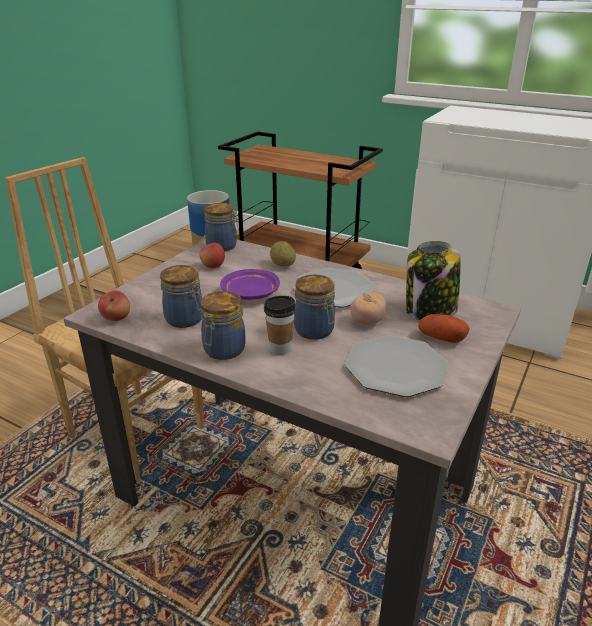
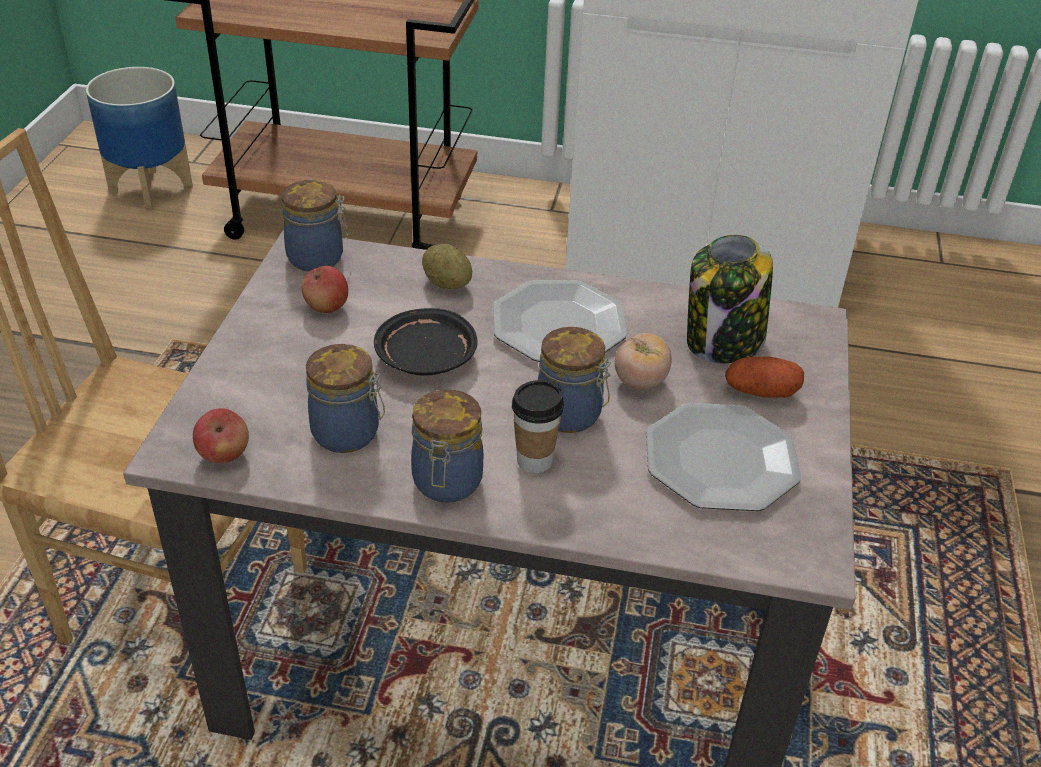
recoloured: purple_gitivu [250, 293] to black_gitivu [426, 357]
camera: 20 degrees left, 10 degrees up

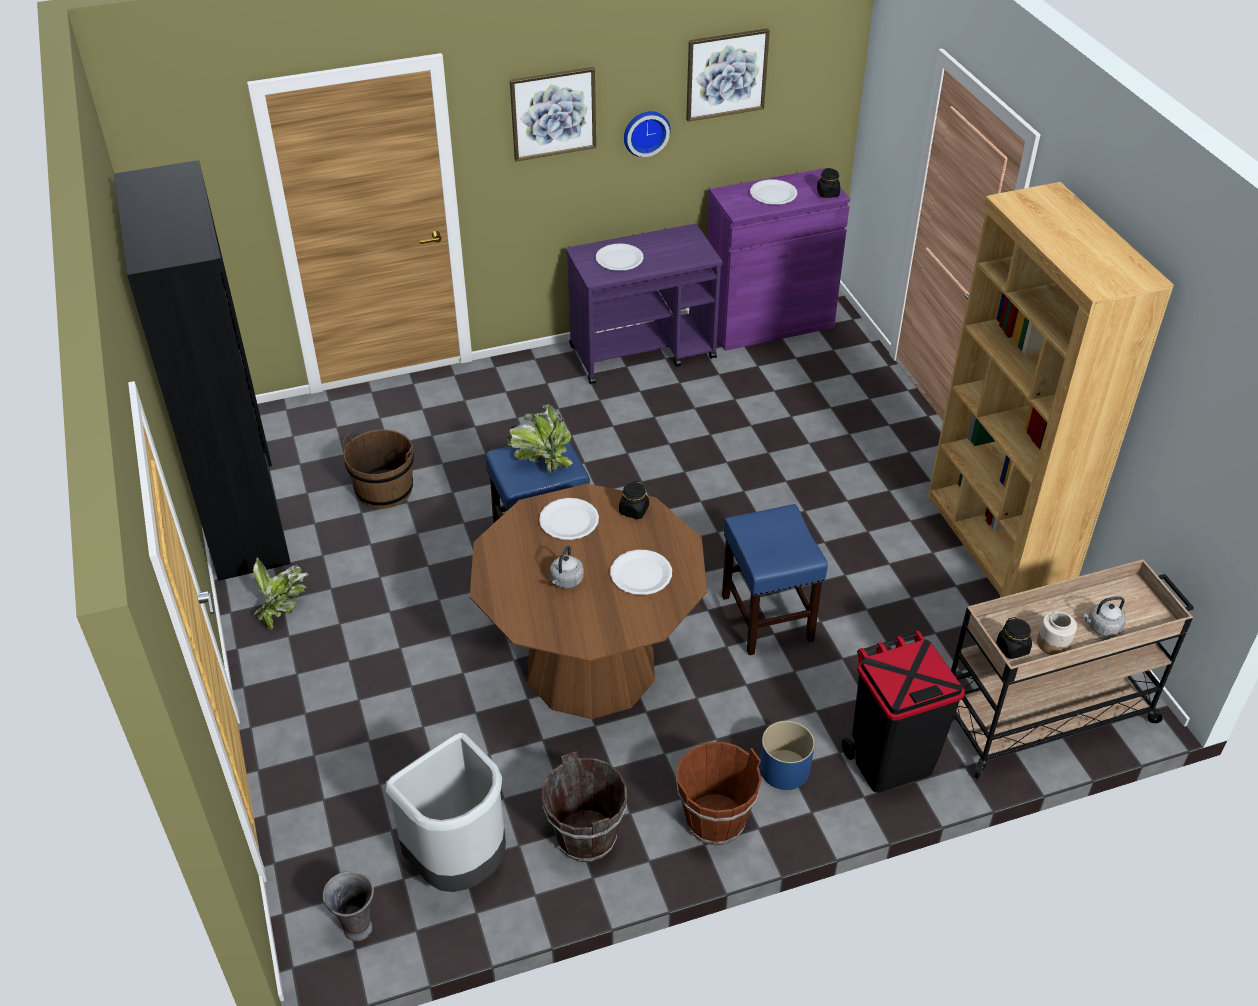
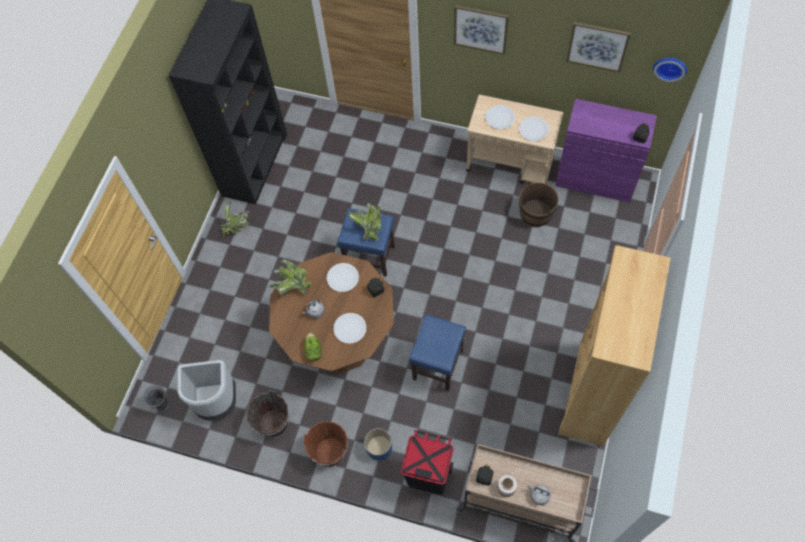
added: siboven [292, 286]; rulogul [313, 351]
moved: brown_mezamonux [384, 490] to [536, 213]; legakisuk [645, 132] to [670, 67]; white_gitivu [773, 194] to [533, 129]
recoloured: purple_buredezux [643, 352] to beige_buredezux [511, 163]
camera: 40 degrees right, 20 degrees up

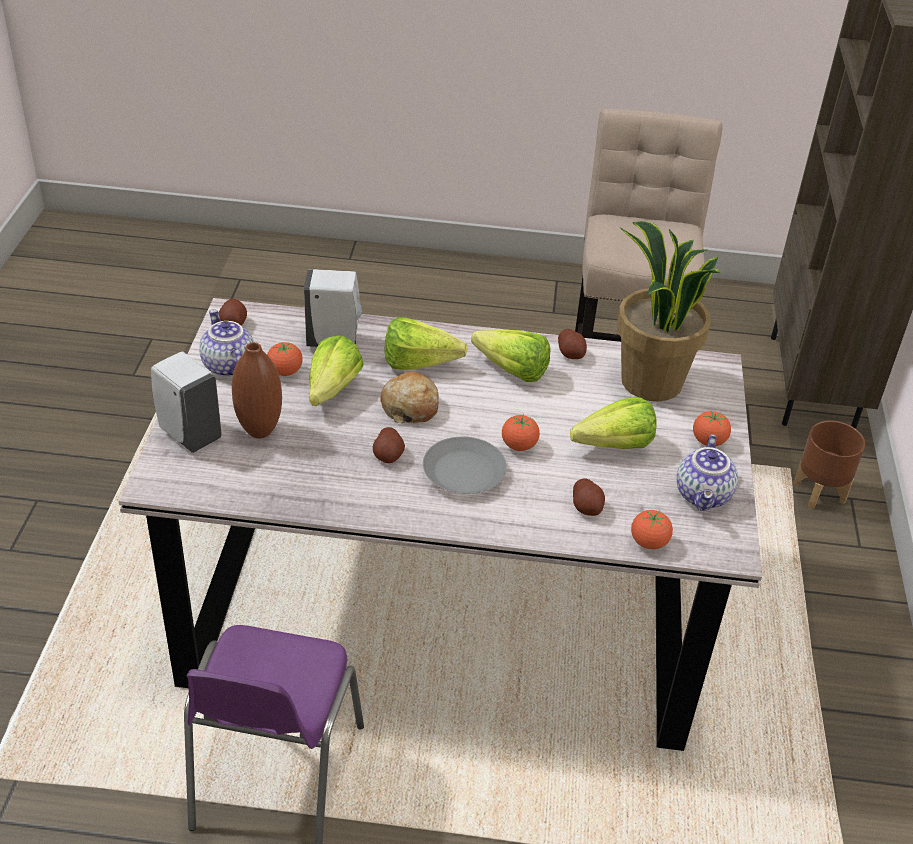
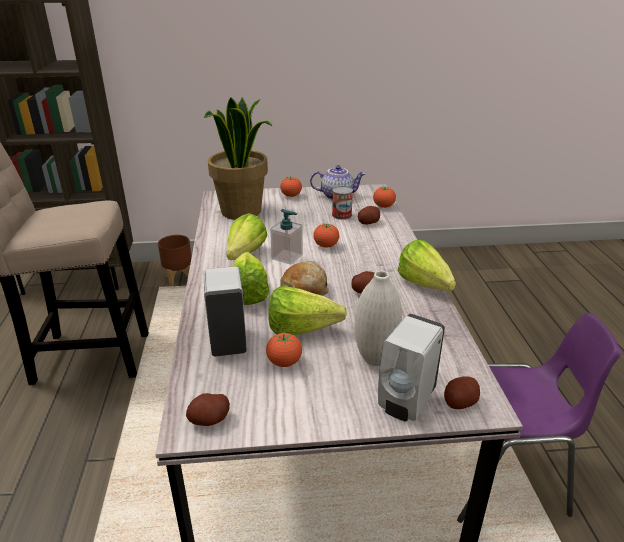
removed: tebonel [227, 365]; grey_gitivu [464, 472]
added: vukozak [287, 257]; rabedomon [341, 215]
moved: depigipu [571, 354] to [459, 402]; rulogul [607, 446] to [426, 287]
recoloured: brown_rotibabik [259, 431] to white_rotibabik [375, 359]
camera: 100 degrees left, 10 degrees down

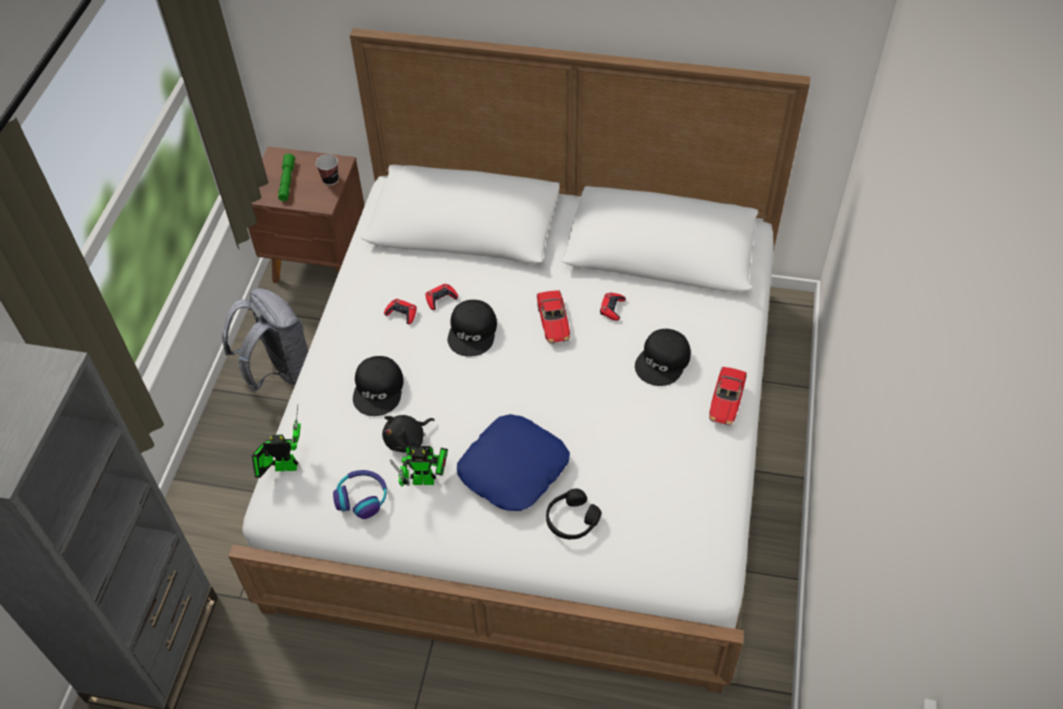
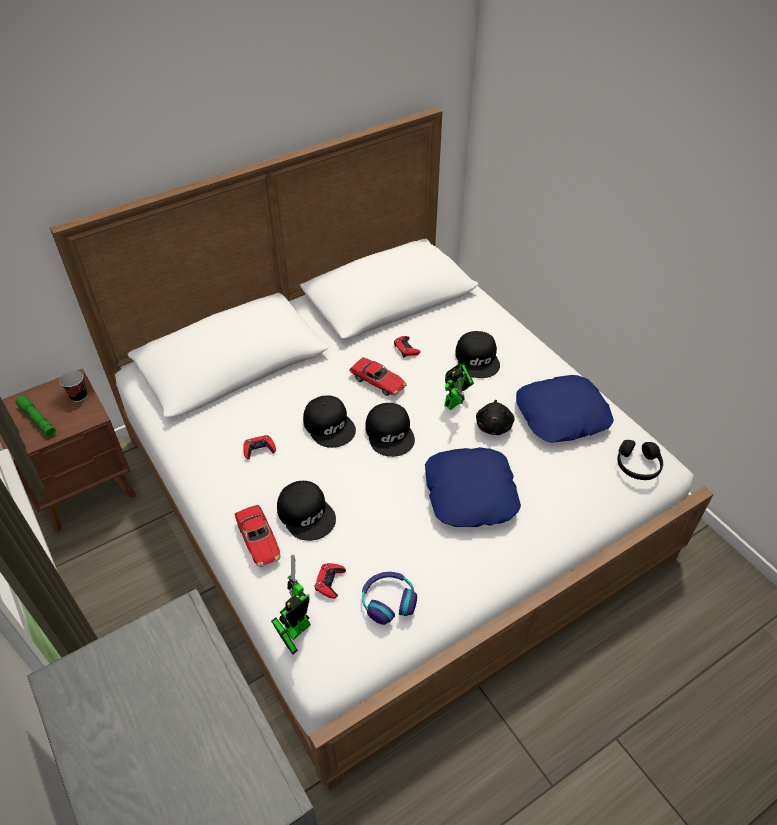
removed: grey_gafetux [278, 371]
added: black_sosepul [390, 433]; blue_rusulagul [562, 416]
moved: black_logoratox [407, 439] to [494, 425]; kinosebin [427, 480] to [456, 401]; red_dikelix [441, 299] to [330, 582]; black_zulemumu [571, 520] to [638, 465]; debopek [726, 401] to [259, 540]
camera: 45 degrees left, 5 degrees down

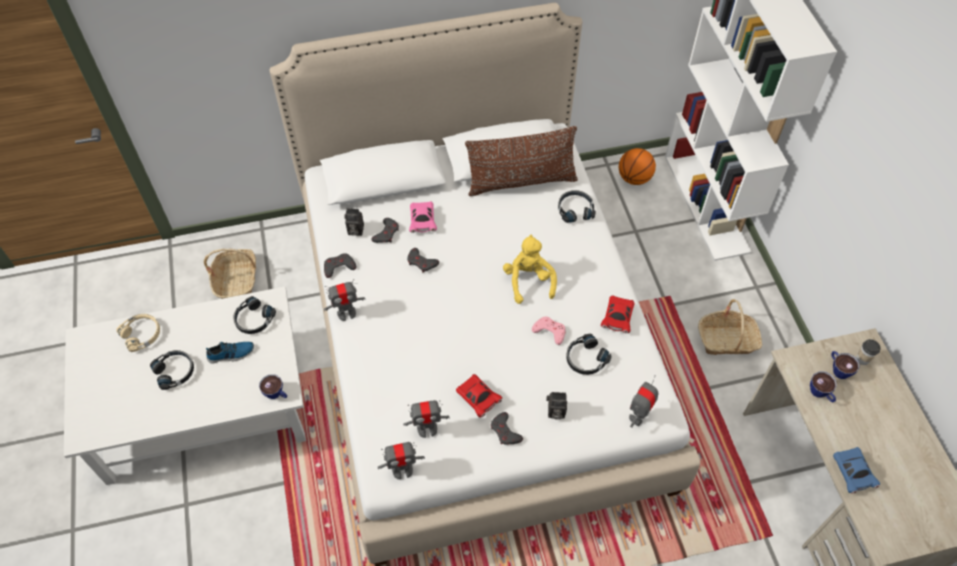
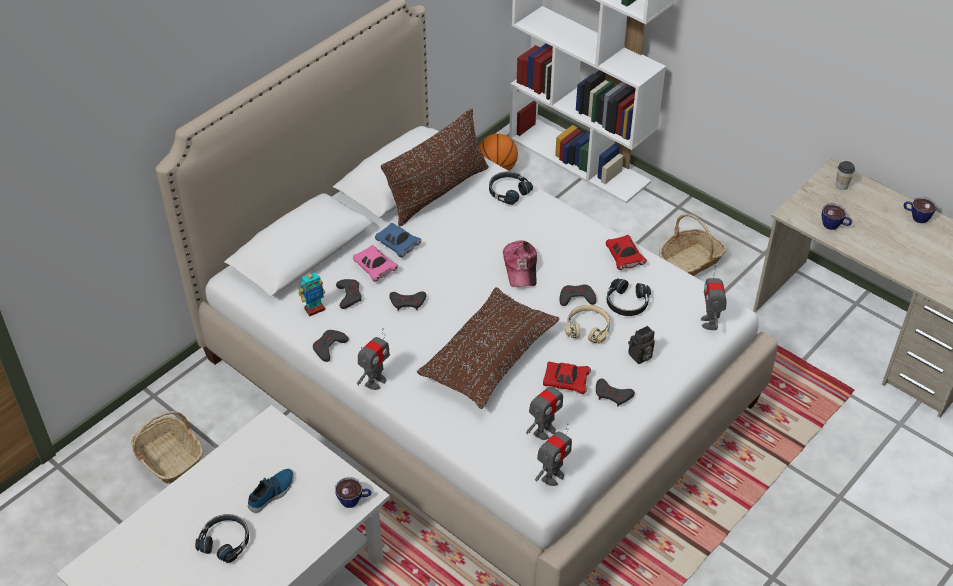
removed: black_zulemumu [254, 319]
added: brown_rusulagul [489, 357]
moved: beige_zulemumu [142, 334] to [588, 328]; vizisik [838, 369] to [916, 216]; blue_debopek [852, 473] to [397, 245]
replaced: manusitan [354, 230] to kinosebin [314, 309]; yellow_logoratox [528, 281] to sosepul [520, 268]
recoloured: pink_dikelix [549, 331] to grey_dikelix [576, 298]
camera: 35 degrees left, 10 degrees down

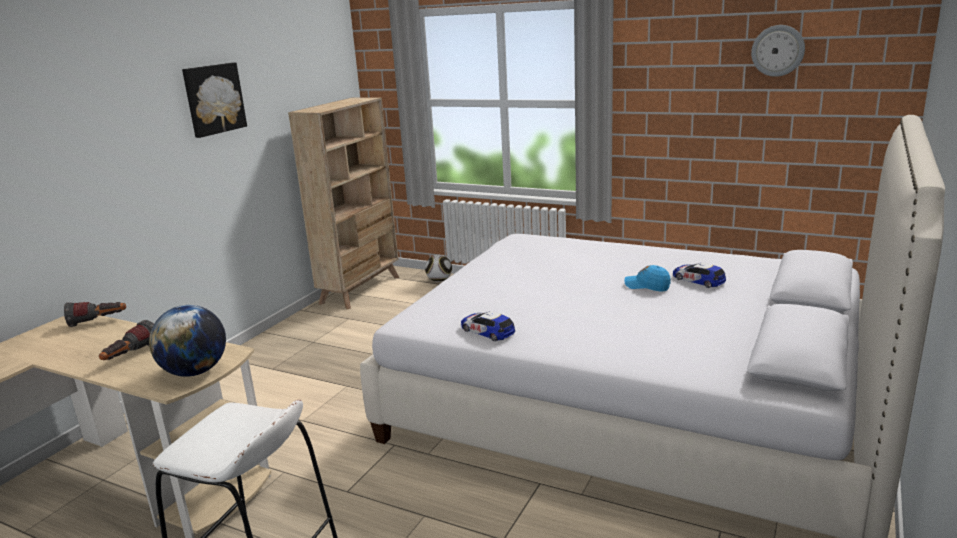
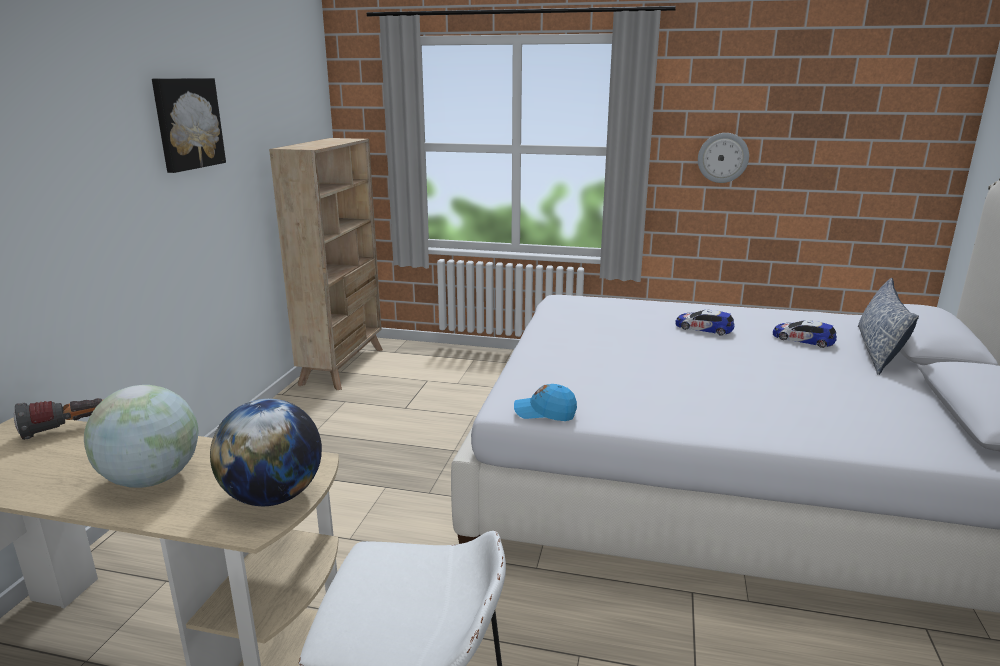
removed: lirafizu [439, 280]
added: rusulagul [877, 350]
moved: debopek [487, 331] to [703, 328]; blue_sosepul [647, 286] to [545, 413]; legakisuk [777, 50] to [723, 157]
replaced: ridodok [130, 356] to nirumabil [151, 479]
camera: 15 degrees left, 0 degrees up

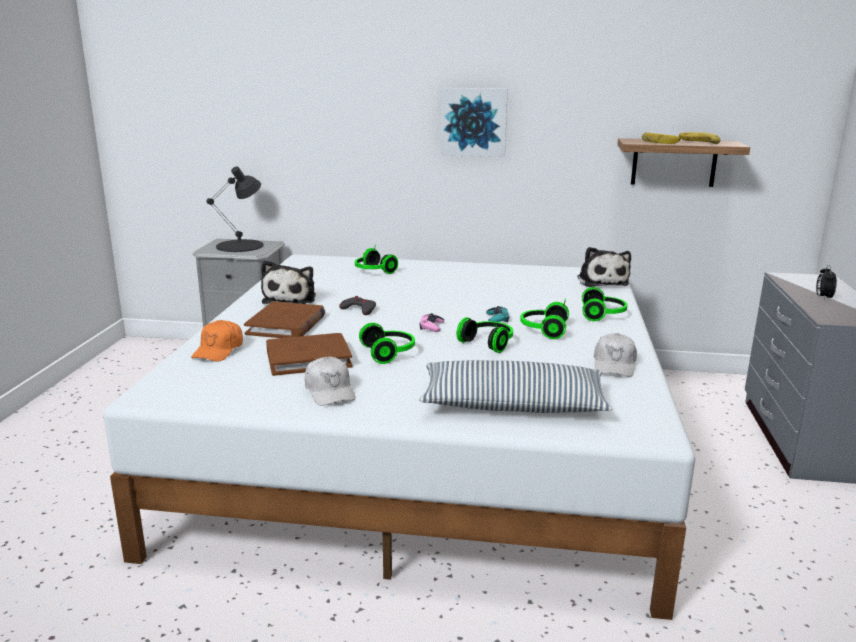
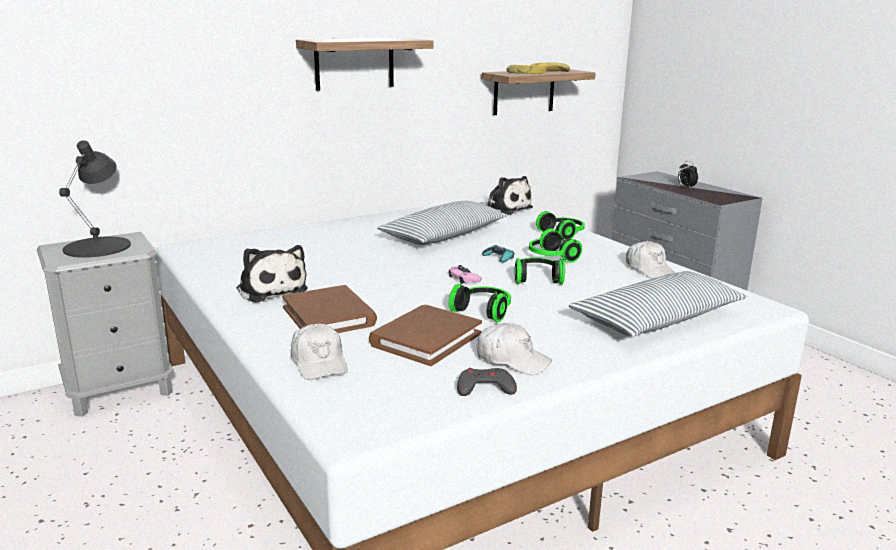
removed: zulemumu [373, 271]
added: rusulagul [444, 236]
moved: grey_dikelix [359, 309] to [485, 388]
replaced: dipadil [473, 122] to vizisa [354, 63]
recoloured: orange_sosepul [219, 350] to white_sosepul [319, 362]
camera: 40 degrees left, 0 degrees up

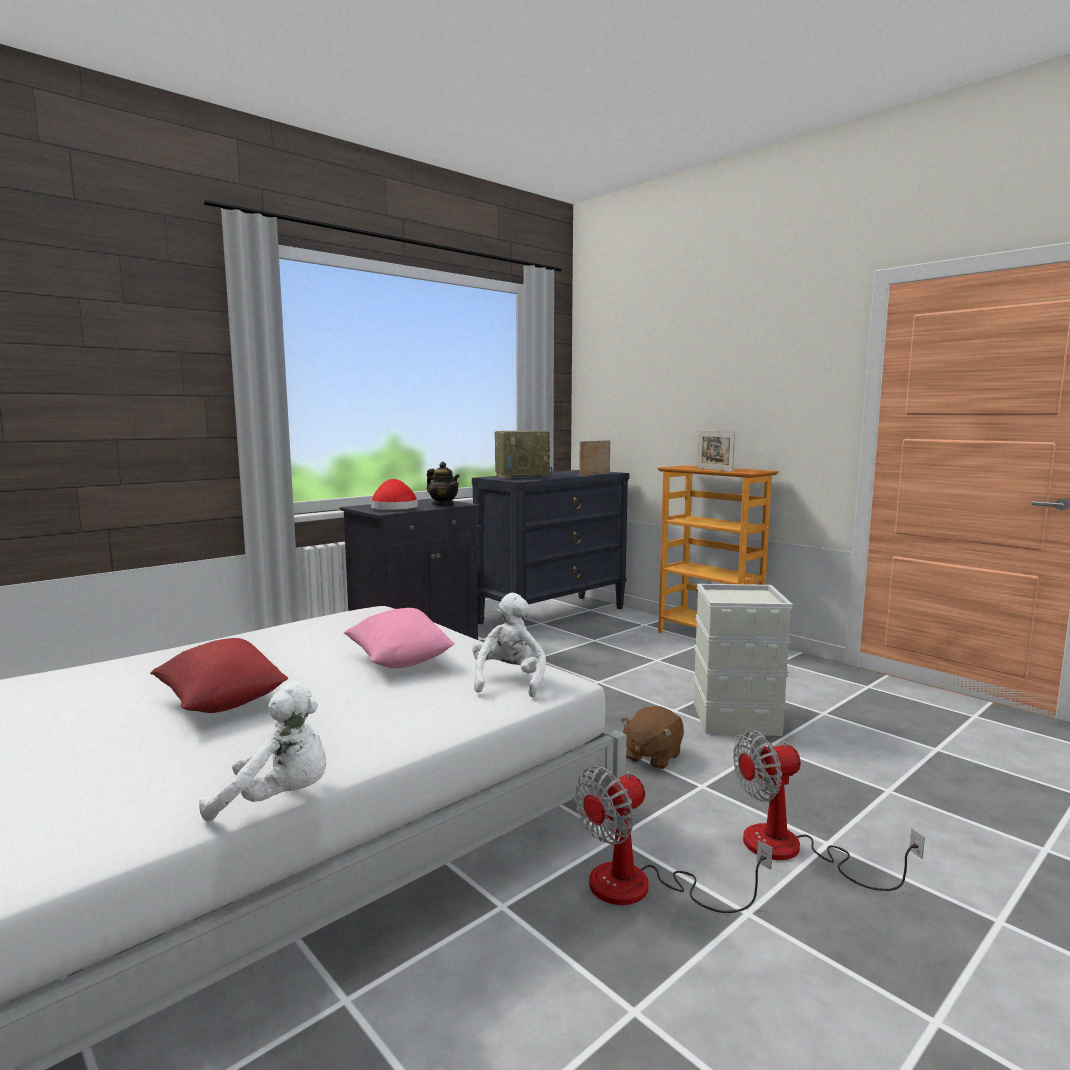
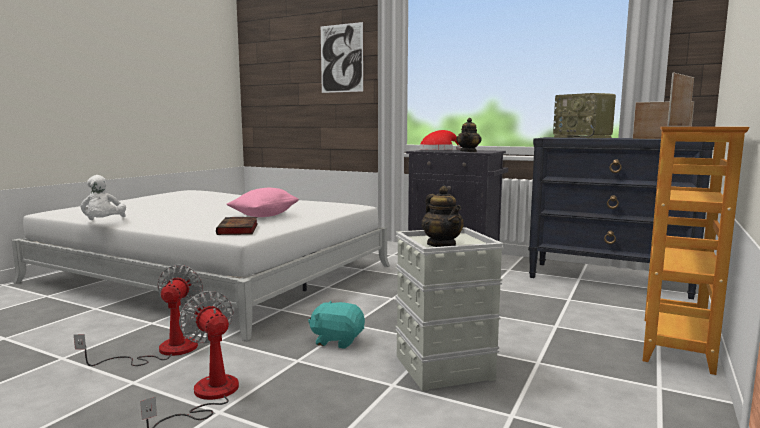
removed: red_rusulagul [221, 702]
added: dipadil [341, 58]; tebonel [442, 245]
replaced: white_logoratox [509, 681] to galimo [238, 230]
recoloured: brown_logoratox [652, 756] to turquoise_logoratox [337, 340]
turned: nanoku [642, 888] = [163, 351] 60 degrees clockwise
camera: 70 degrees right, 0 degrees up

